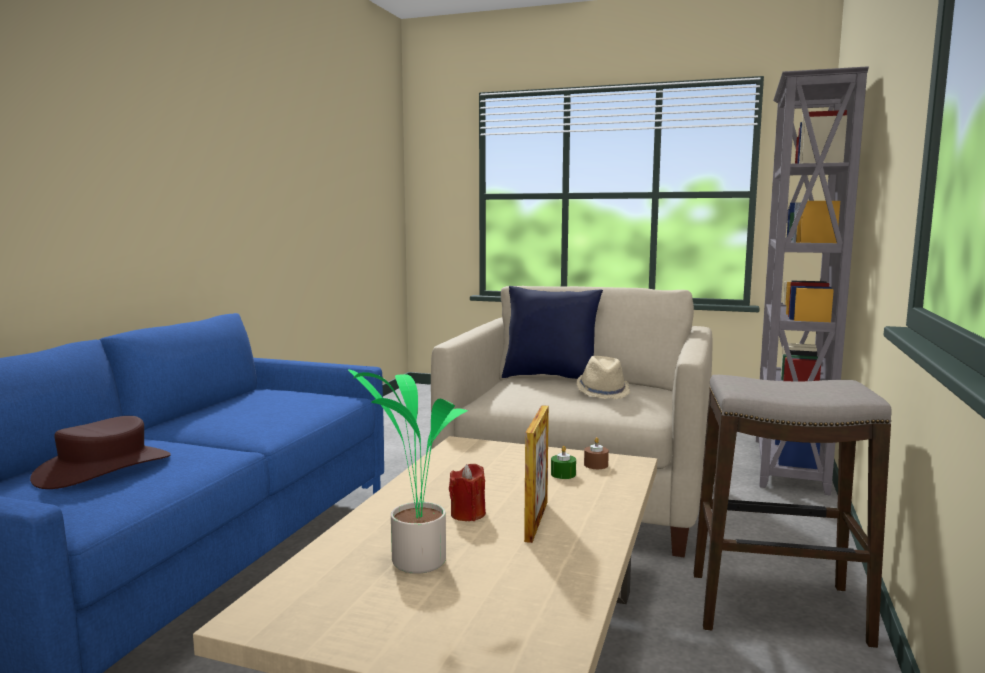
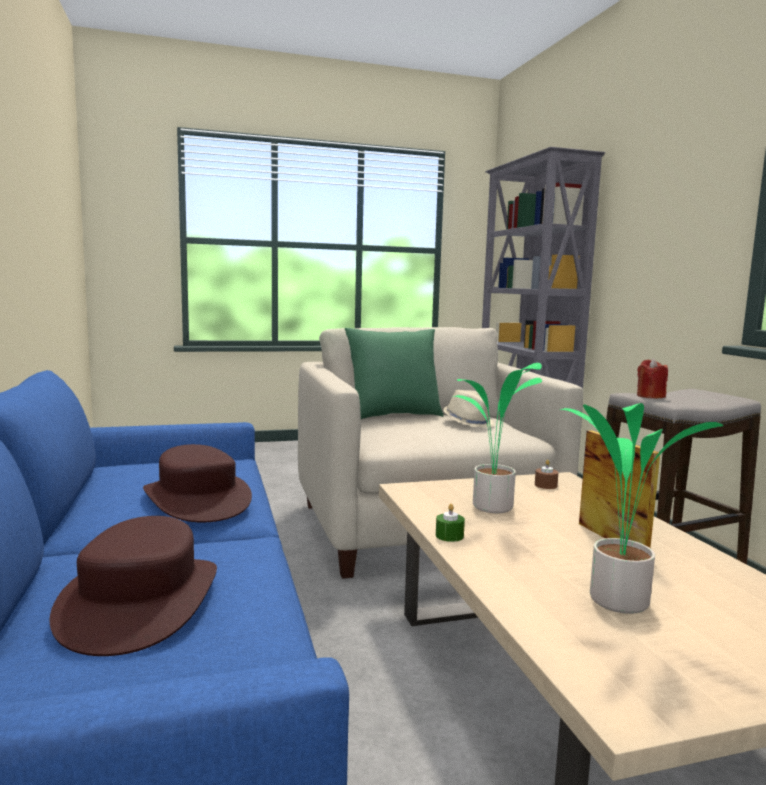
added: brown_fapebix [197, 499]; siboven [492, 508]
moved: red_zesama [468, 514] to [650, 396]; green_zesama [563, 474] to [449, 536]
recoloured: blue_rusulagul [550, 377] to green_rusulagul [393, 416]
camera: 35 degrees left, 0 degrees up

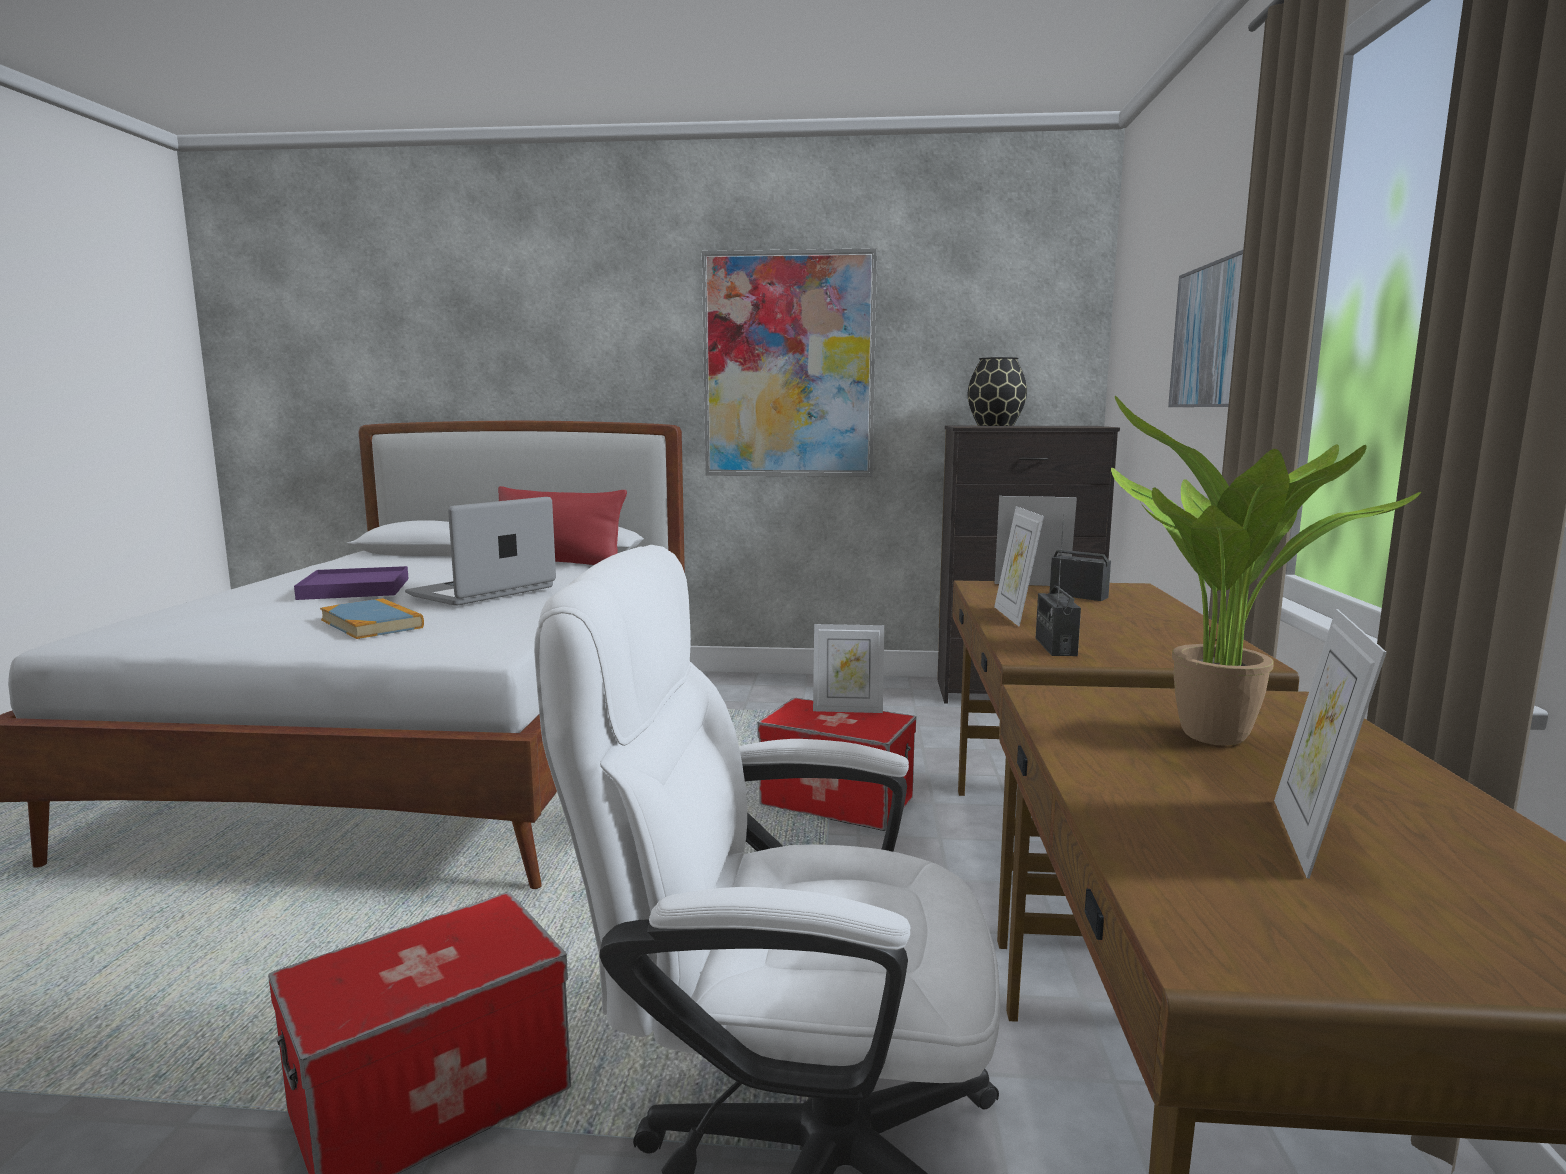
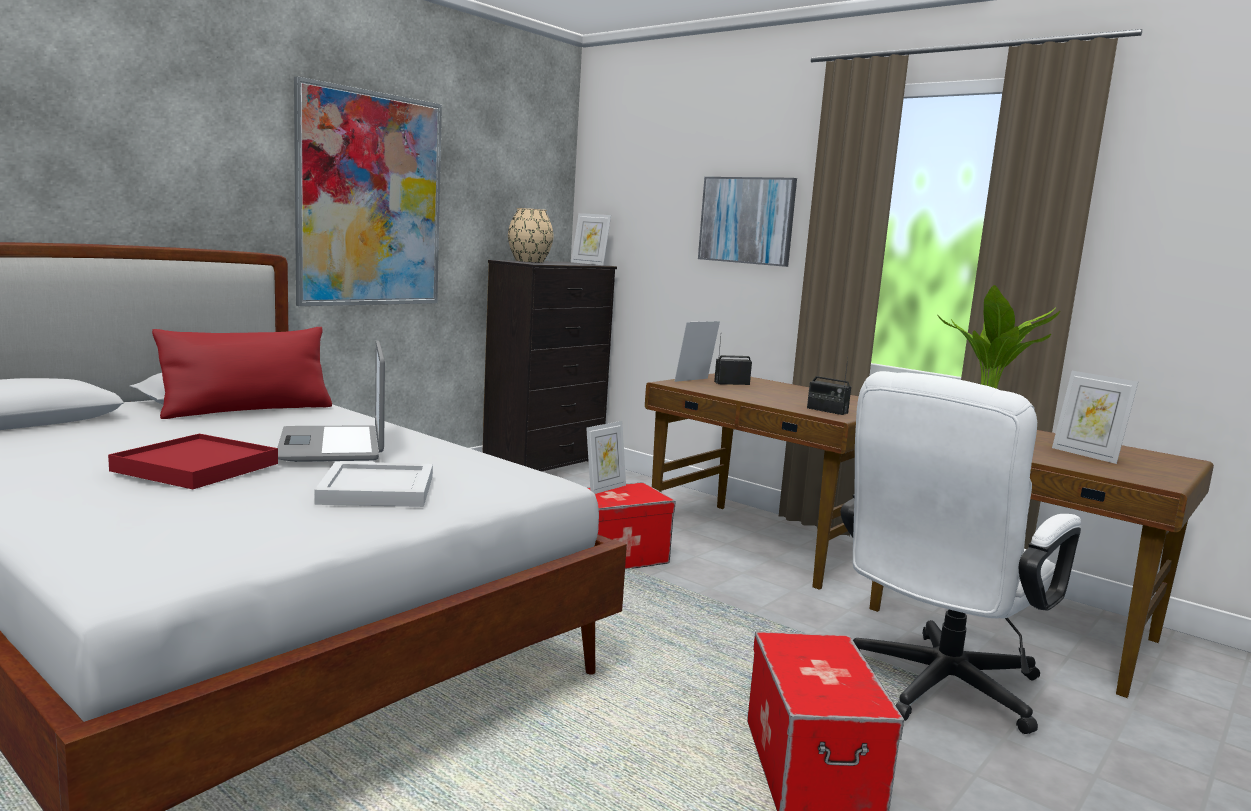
moved: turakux [1014, 616] to [589, 263]
replaced: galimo [372, 624] to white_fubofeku [375, 489]
recoloured: purple_fubofeku [355, 589] to red_fubofeku [196, 467]; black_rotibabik [996, 425] to beige_rotibabik [530, 261]
camera: 55 degrees left, 0 degrees up

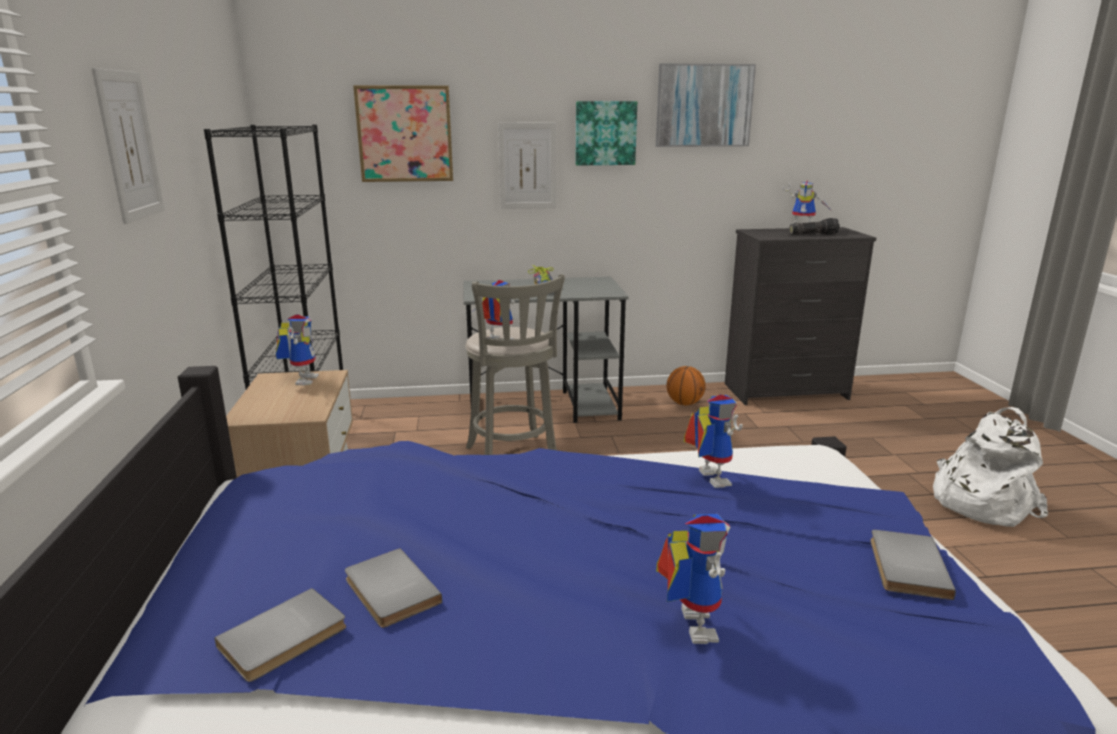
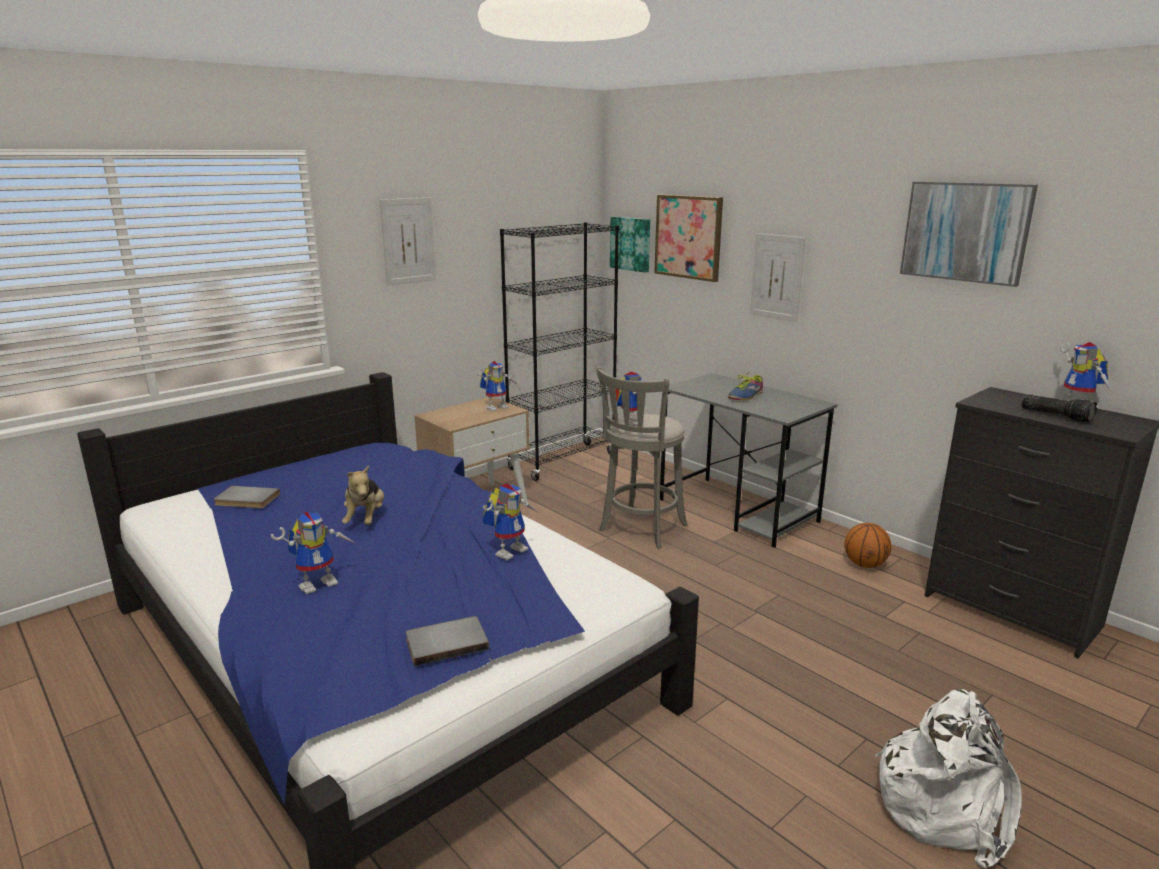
removed: grey_galimo [388, 591]
added: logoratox [366, 519]
moved: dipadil [605, 133] to [631, 244]
camera: 55 degrees right, 0 degrees up

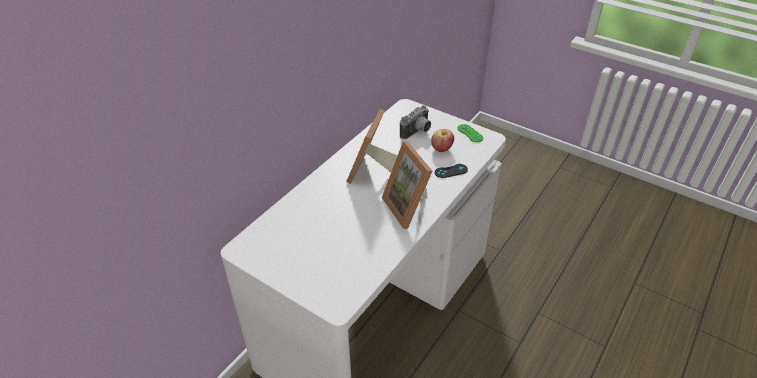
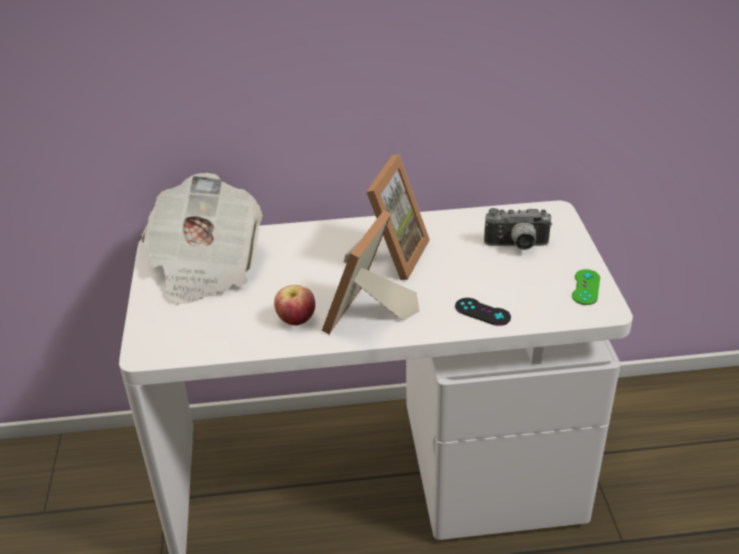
added: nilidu [205, 266]
moved: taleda [441, 149] to [296, 320]
turned: turakux [371, 172] = [390, 255] 135 degrees clockwise
camera: 50 degrees right, 5 degrees down

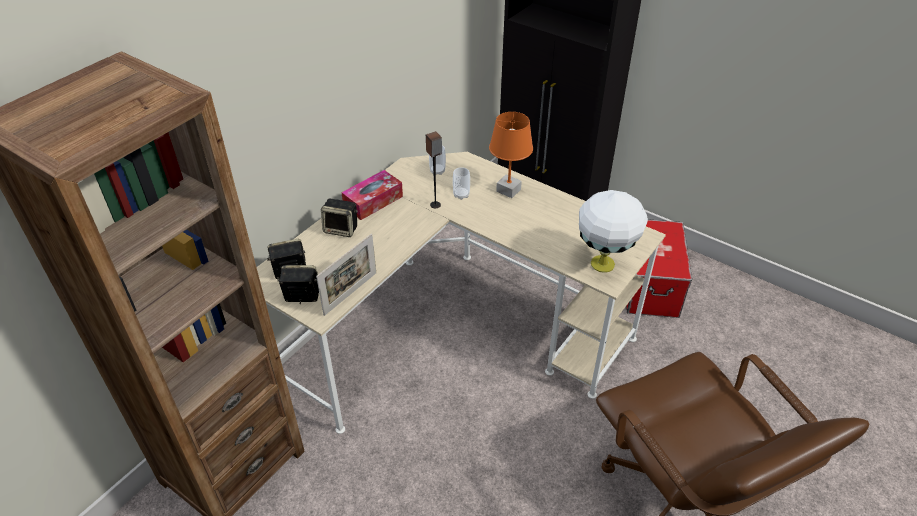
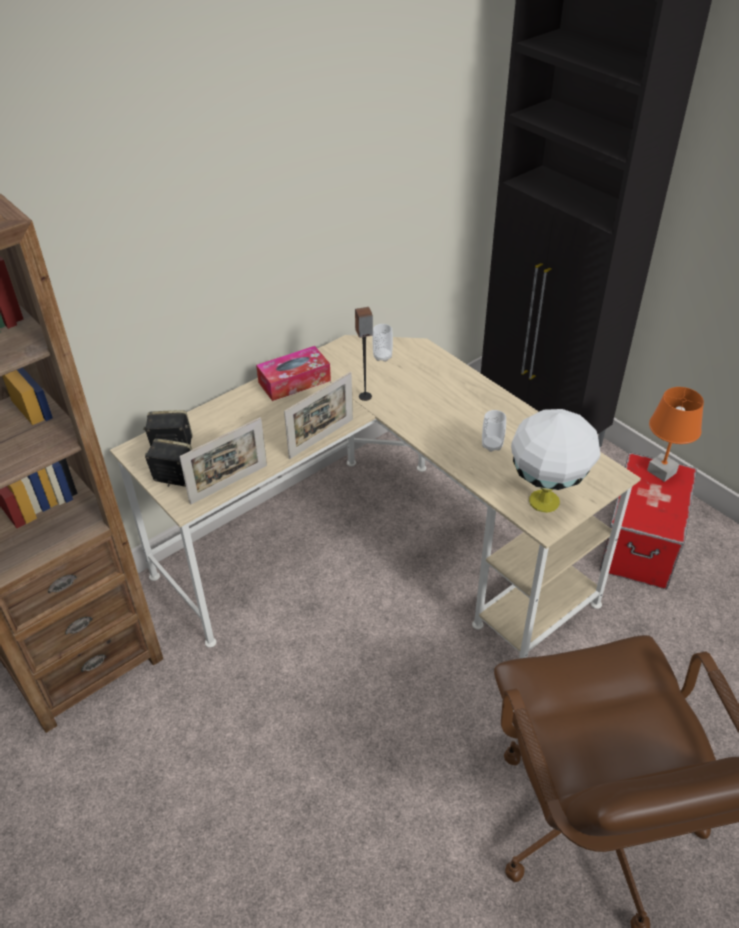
removed: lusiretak [342, 229]
added: turakux [321, 438]
moved: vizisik [461, 195] to [492, 445]; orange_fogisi [509, 190] to [662, 472]
camera: 15 degrees right, 0 degrees up

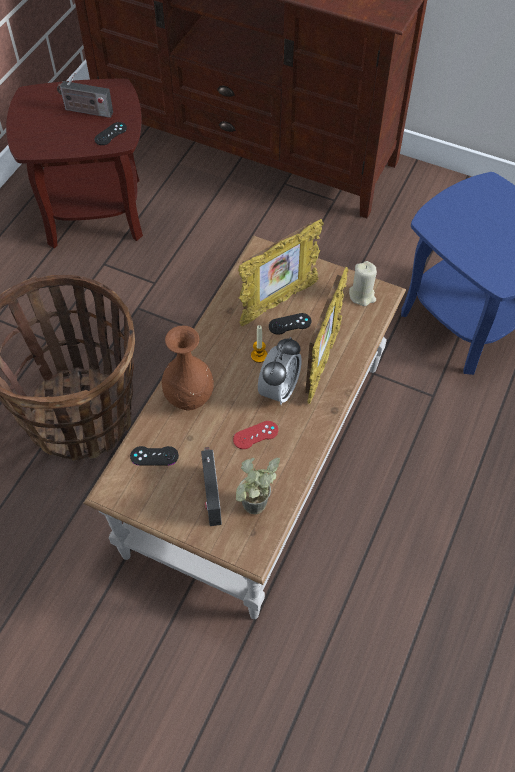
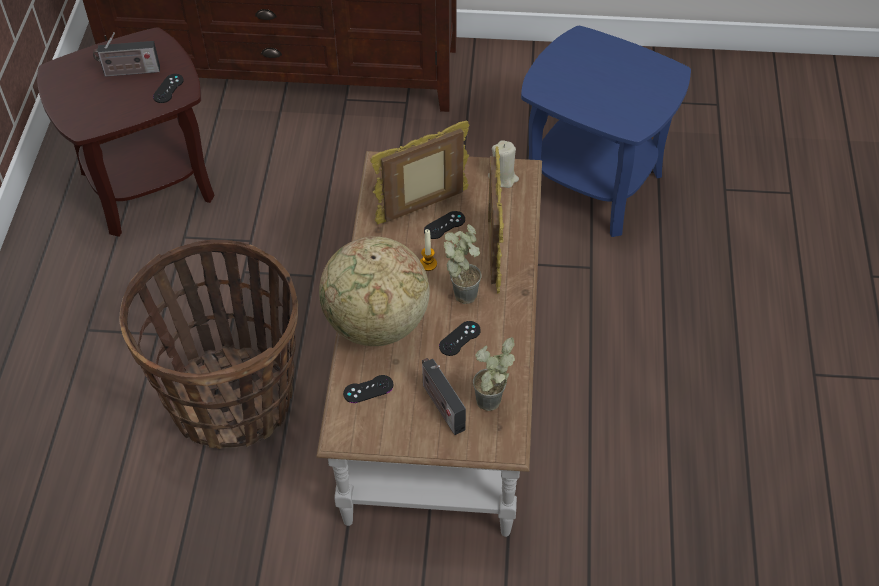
replaced: brown_rotibabik [189, 397] to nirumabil [376, 324]; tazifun [279, 390] to siboven [463, 290]
recoloured: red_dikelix [255, 435] to black_dikelix [459, 338]
turned: turakux [278, 302] = [423, 208] 150 degrees counterclockwise
camera: 20 degrees left, 5 degrees down

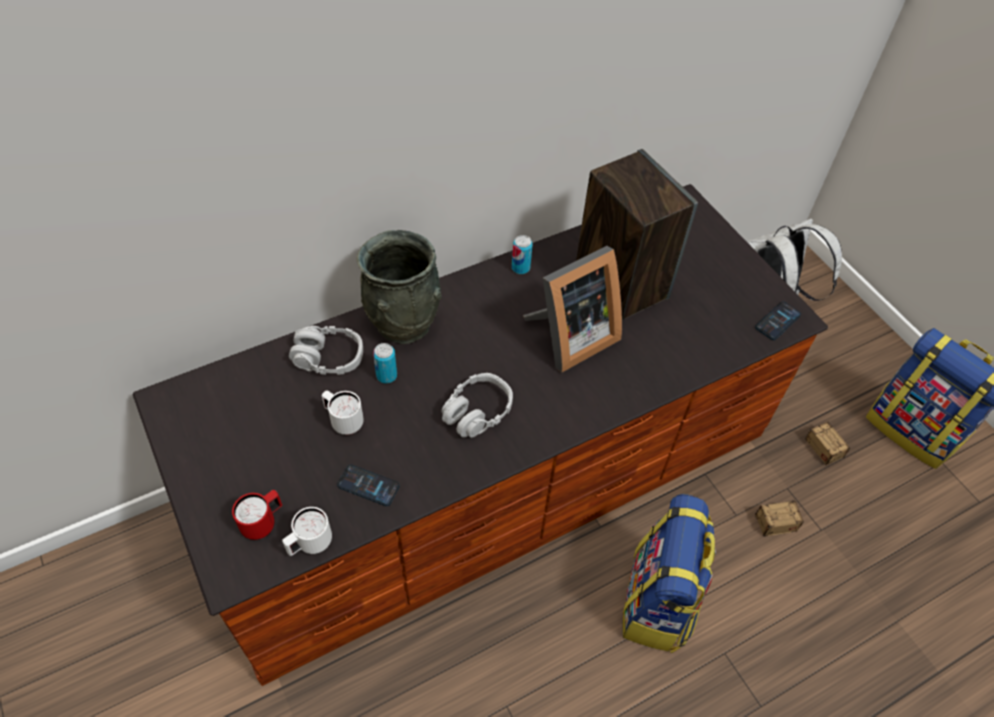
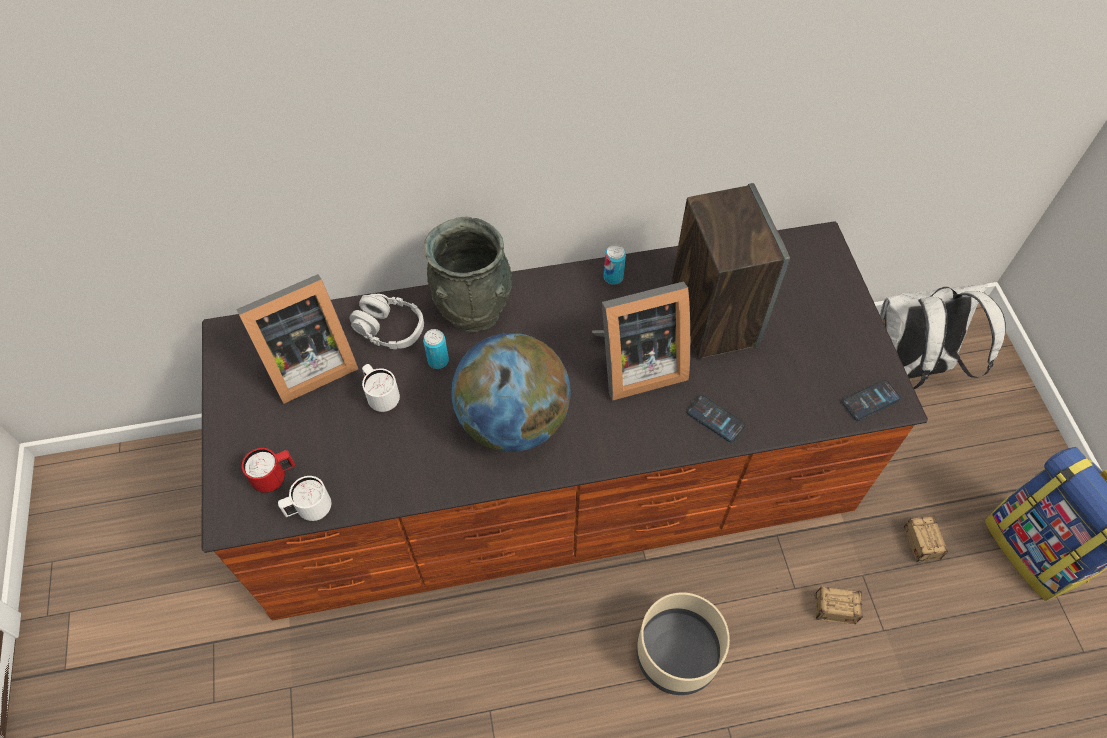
added: turakux [306, 364]
moved: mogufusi [368, 485] to [715, 419]
replaced: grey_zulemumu [477, 412] to nirumabil [513, 420]; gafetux [658, 603] to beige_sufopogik [677, 655]
camera: 20 degrees right, 5 degrees up

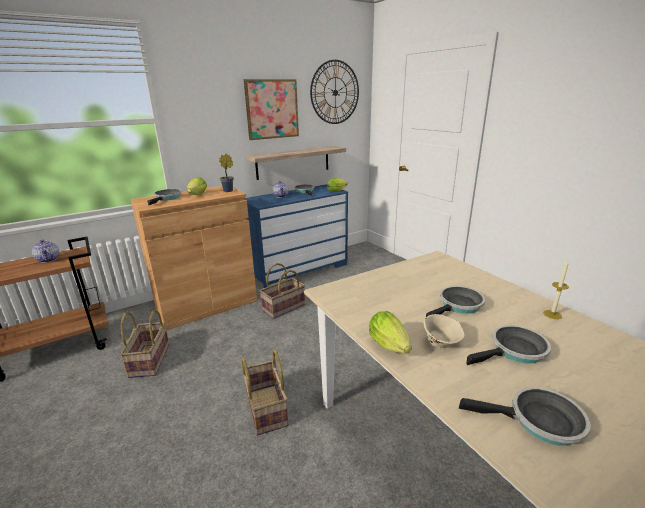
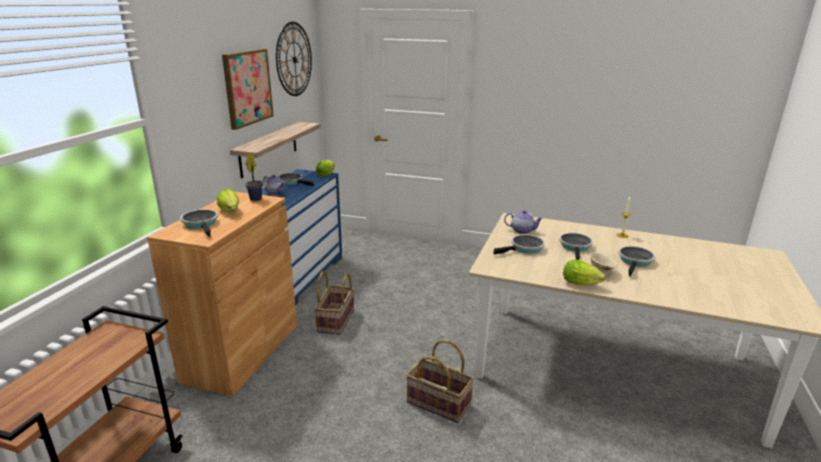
removed: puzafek [150, 360]
moved: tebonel [48, 259] to [522, 231]; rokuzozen [539, 422] to [524, 248]
camera: 40 degrees left, 0 degrees up

